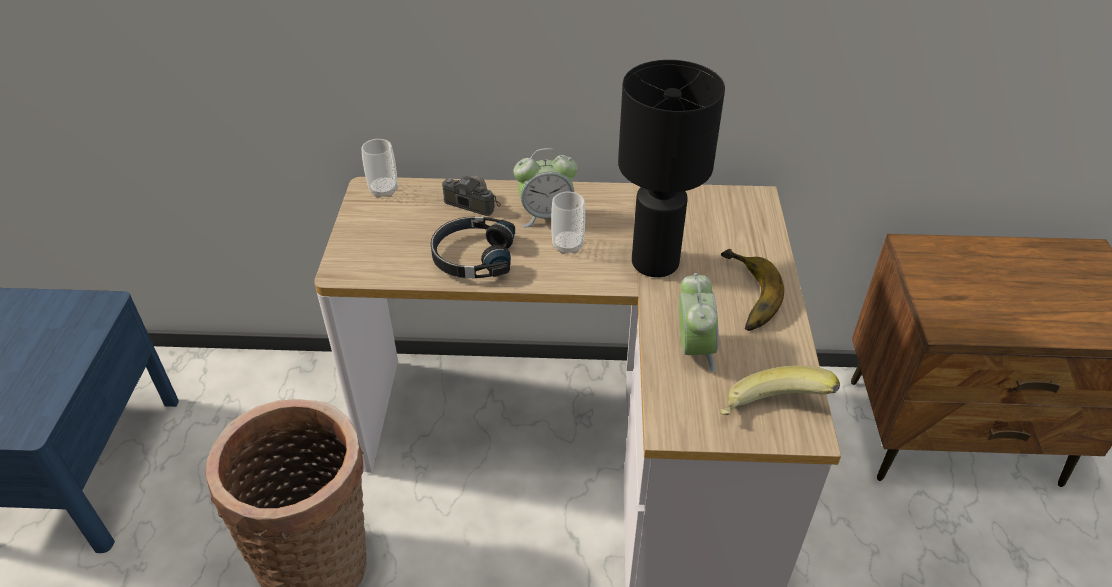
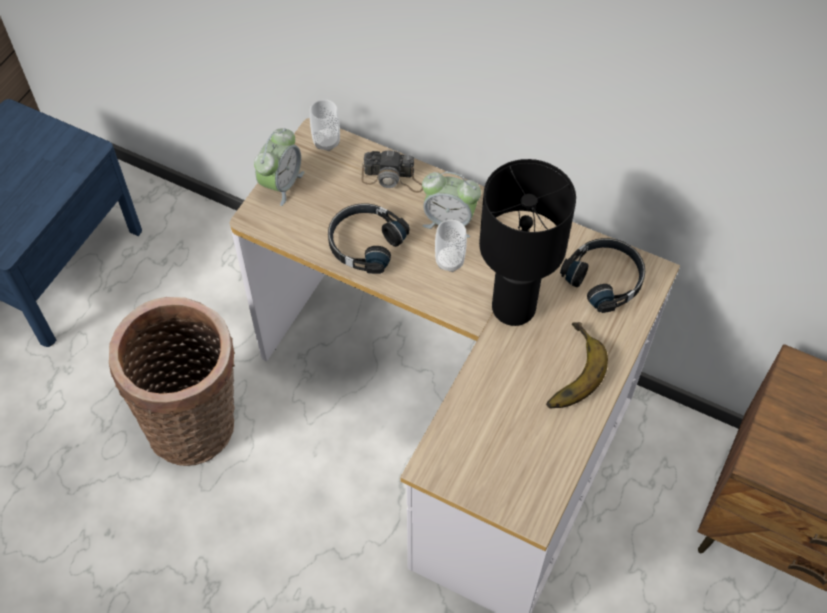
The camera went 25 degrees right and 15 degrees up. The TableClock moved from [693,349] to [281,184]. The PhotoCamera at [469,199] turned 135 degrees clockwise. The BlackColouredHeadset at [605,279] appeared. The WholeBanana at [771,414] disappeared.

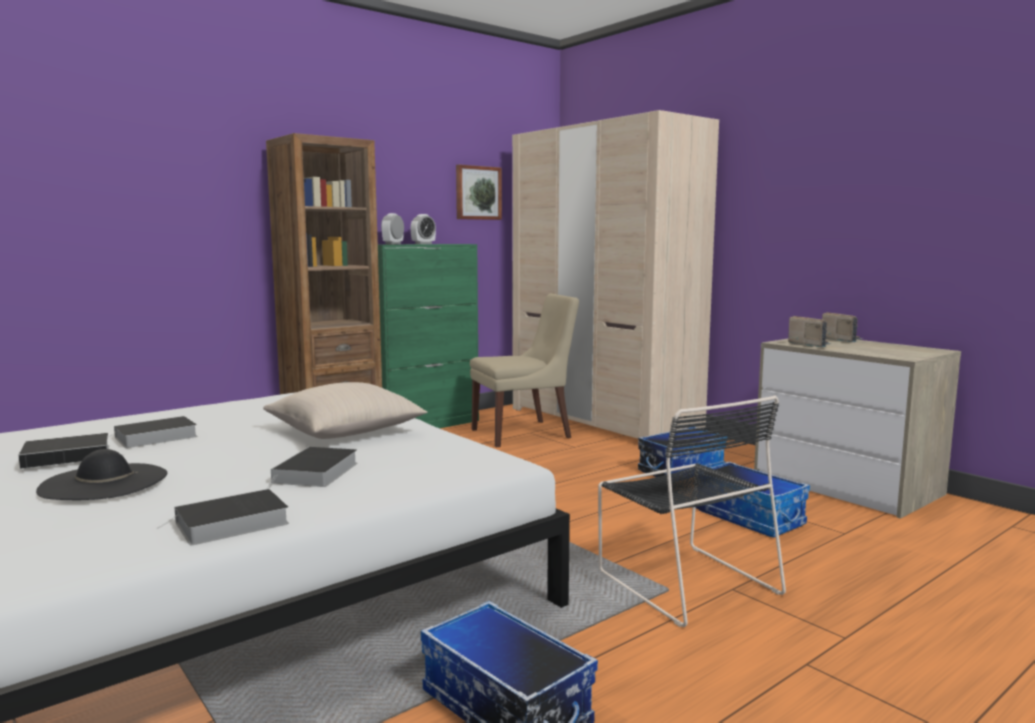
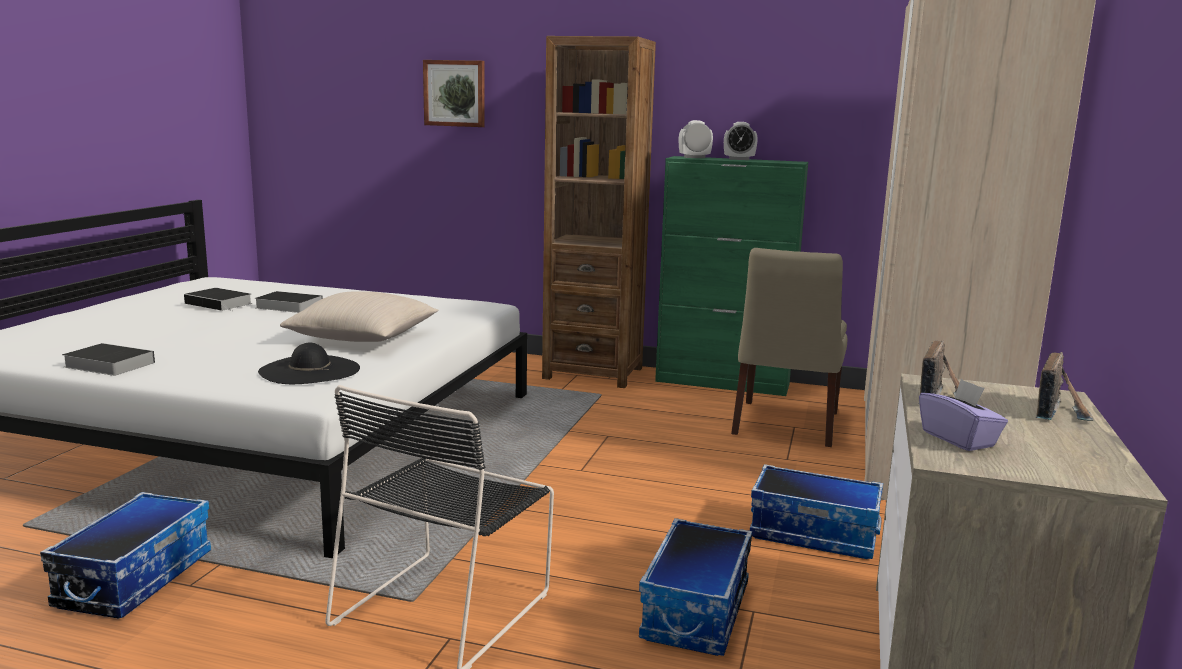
The camera went 55 degrees right and 5 degrees up. The BlackColouredWearableHat moved from [104,482] to [309,370]. The WallPicture moved from [477,193] to [455,93]. The SandColouredChair at [524,433] turned 75 degrees clockwise. The PurpleColouredTissueHolder at [958,439] appeared. The BoundBook at [315,473] disappeared.

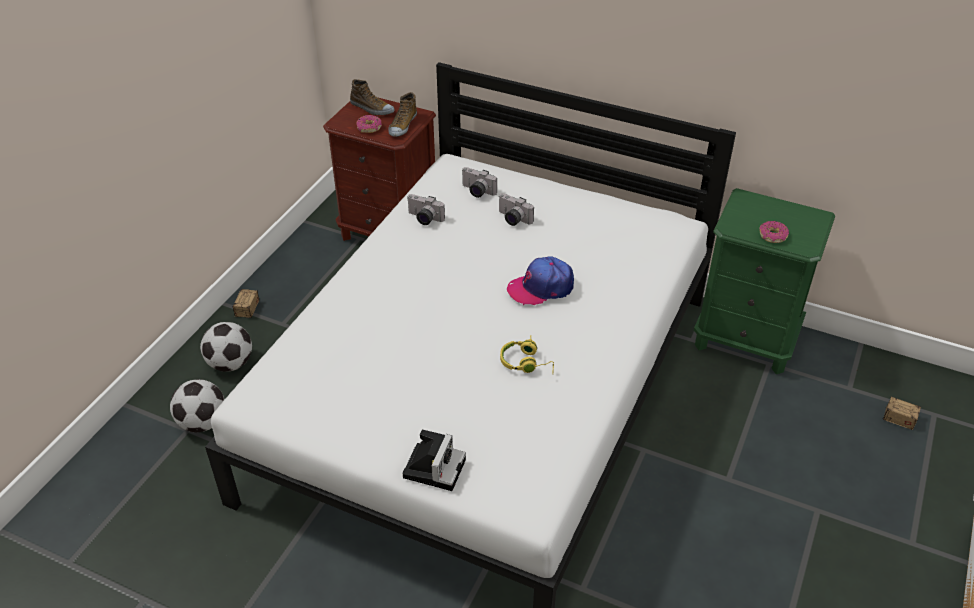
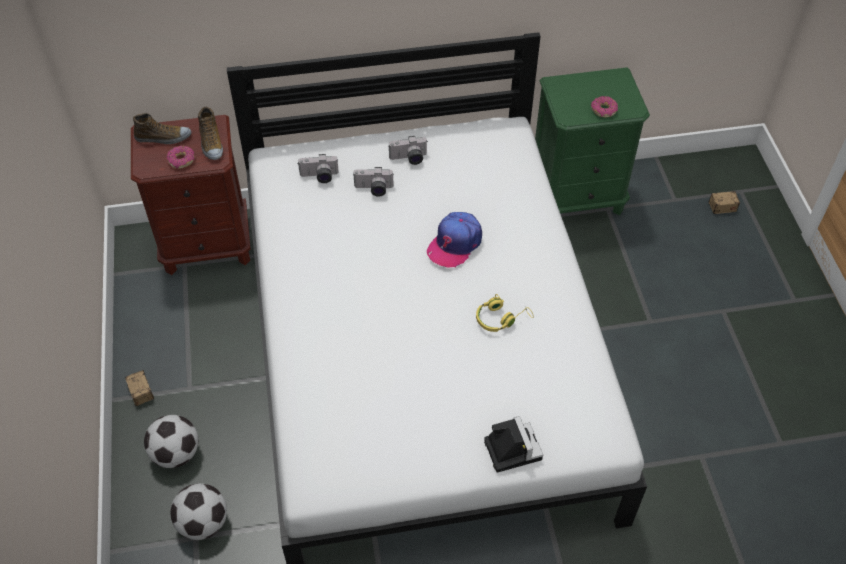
The camera went 35 degrees left and 10 degrees up. The PhotoCamera moved from [423,219] to [409,159].

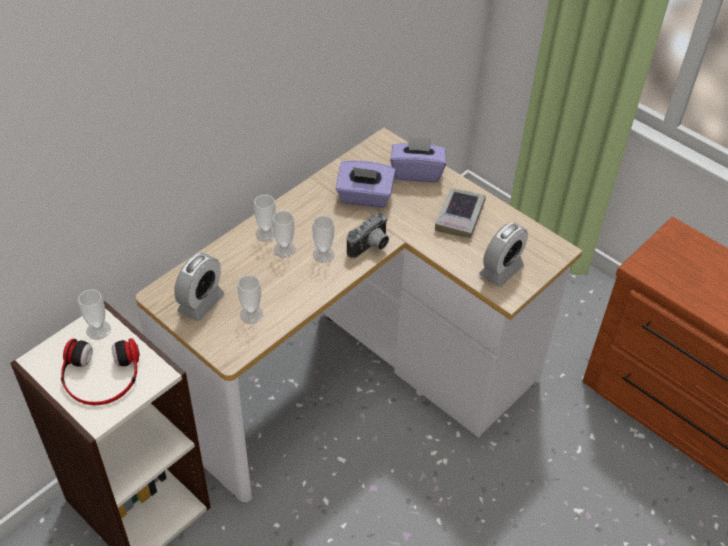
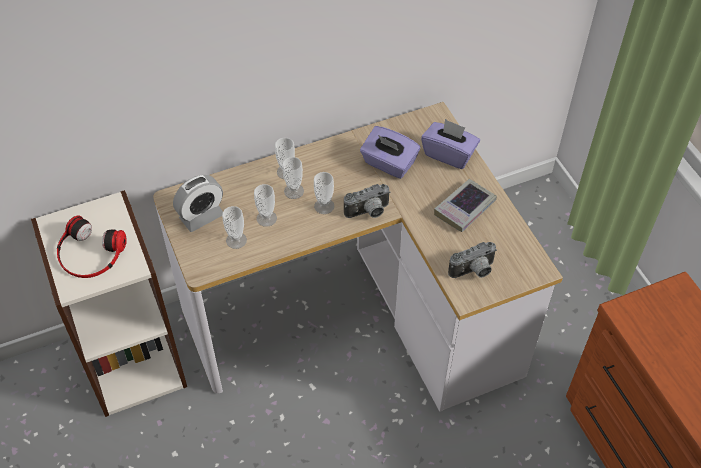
The camera went 25 degrees right and 5 degrees up. The DrinkingCup moved from [98,330] to [266,218]. The TableClock at [501,270] was replaced by the PhotoCamera at [473,272].

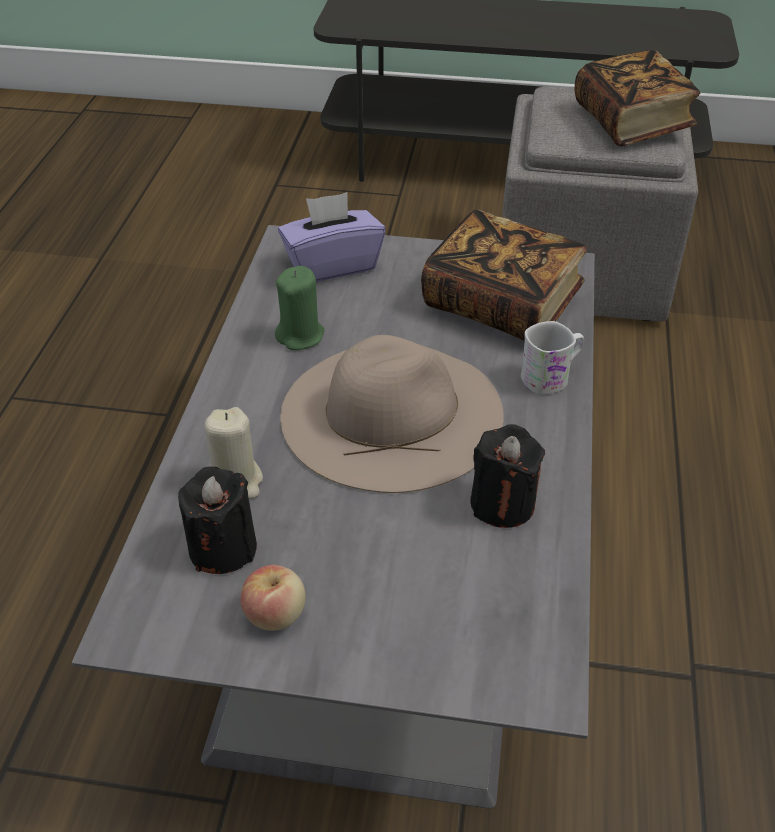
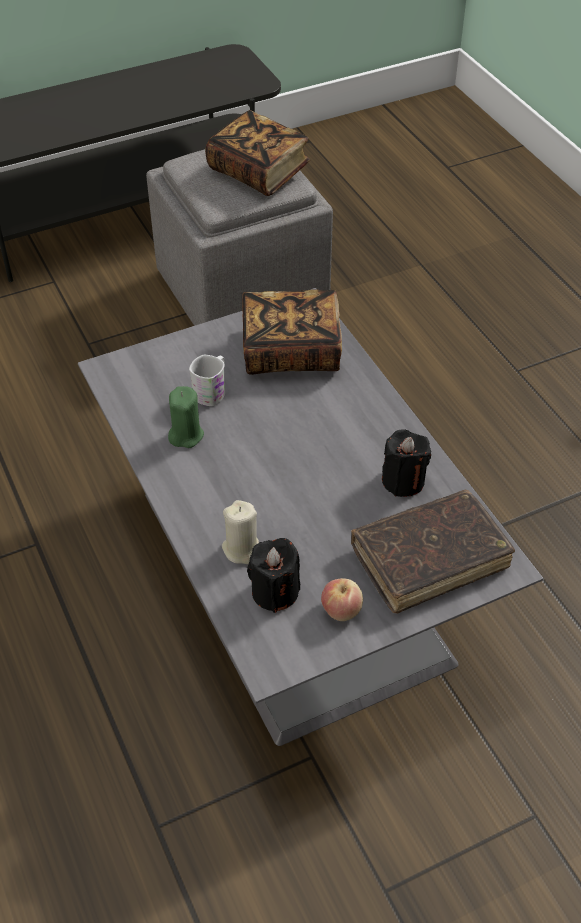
The camera went 35 degrees left and 5 degrees up. The WhiteColouredCoffeeMug moved from [551,377] to [212,391]. The BrownishBoundBook at [429,558] appeared. The PurpleColouredTissueHolder at [332,265] disappeared. The SandColouredWearableHat at [392,413] disappeared.

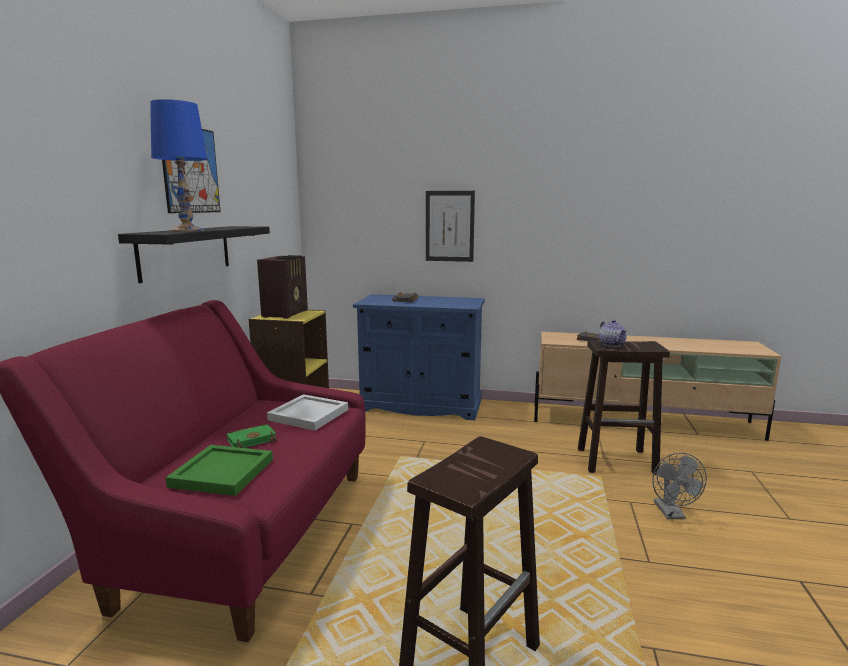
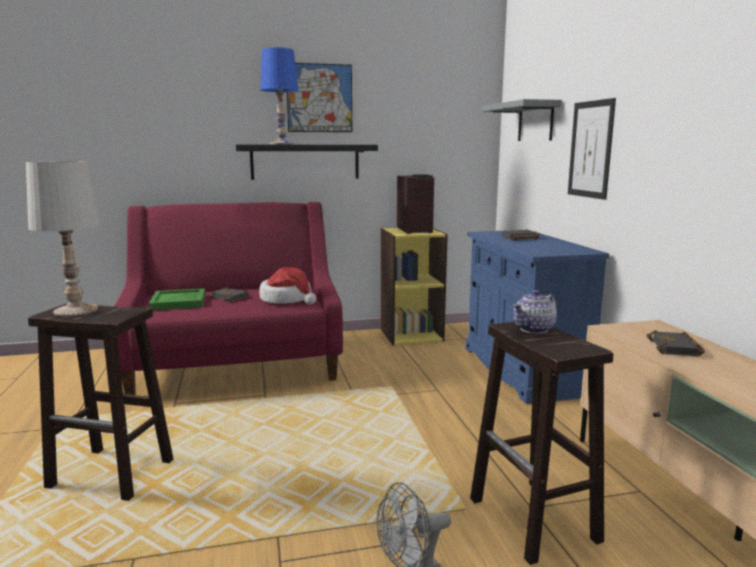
The camera went 65 degrees right and 0 degrees up. The WhiteColouredLampForATable at [75,310] appeared. The GreenColouredBoundBook at [252,439] became the BlackColouredBoundBook at [231,297]. The WhiteColouredServingTray at [308,414] was replaced by the WearableHat at [287,299]. The RadioReceiver at [286,313] turned 90 degrees counterclockwise. The GreyShelf at [535,122] appeared.

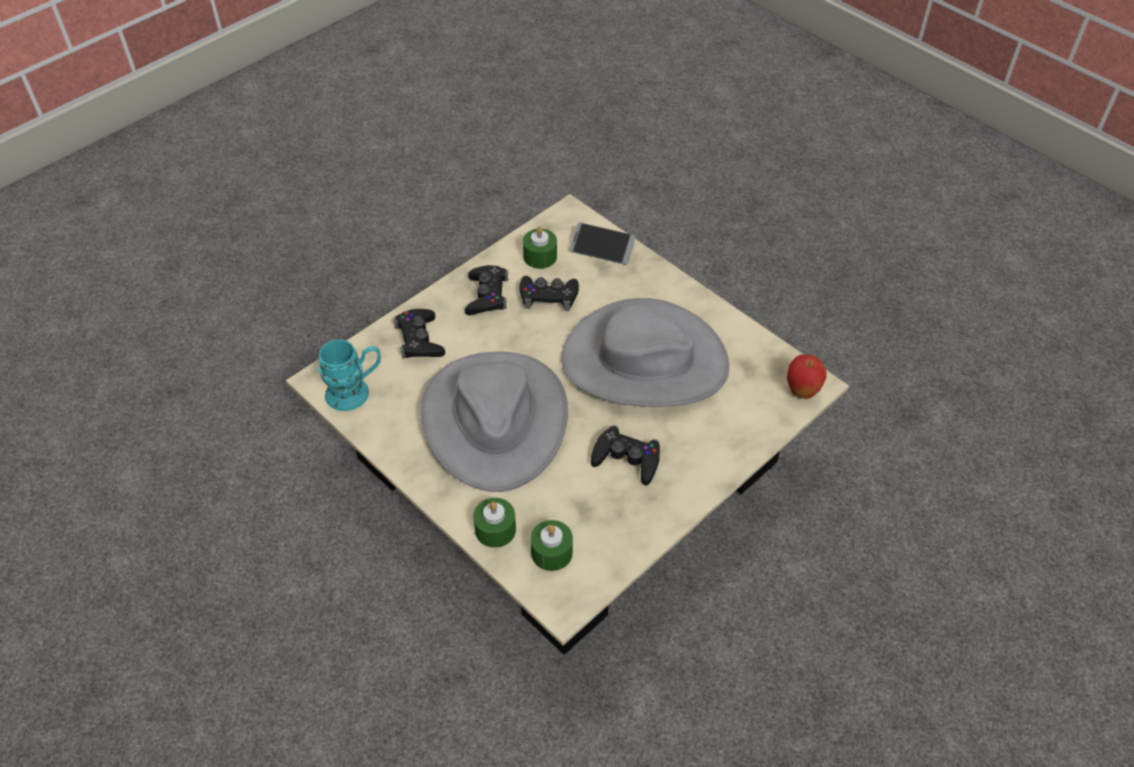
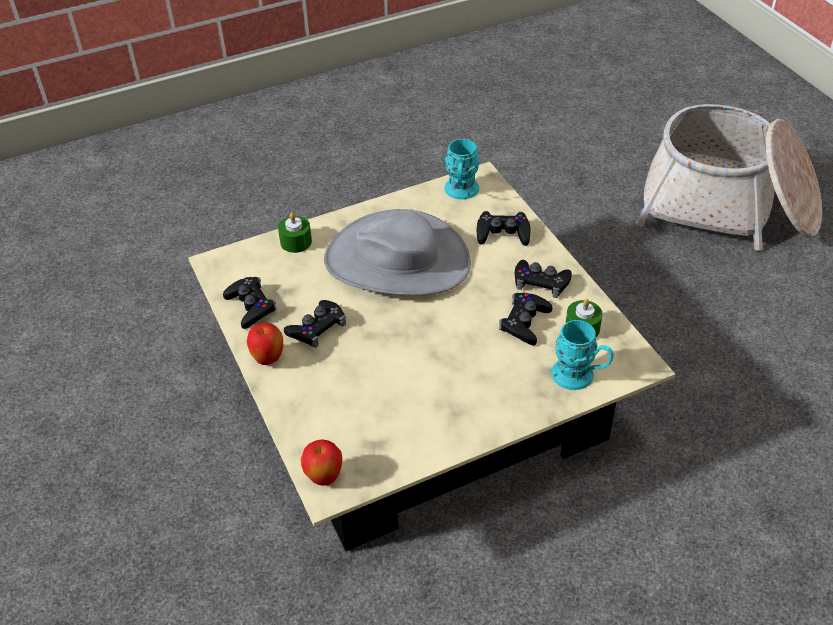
The camera went 110 degrees right and 5 degrees down. The BlackColouredJoypad at [251,306] appeared. The WholeApple at [268,359] appeared. The Telephone at [602,248] was replaced by the TurquoiseCoffeeMug at [580,377]. The HouseholdBasket at [728,206] appeared. The GreenColouredWaxCandle at [551,552] disappeared. The GreyWearableHat at [644,362] disappeared.

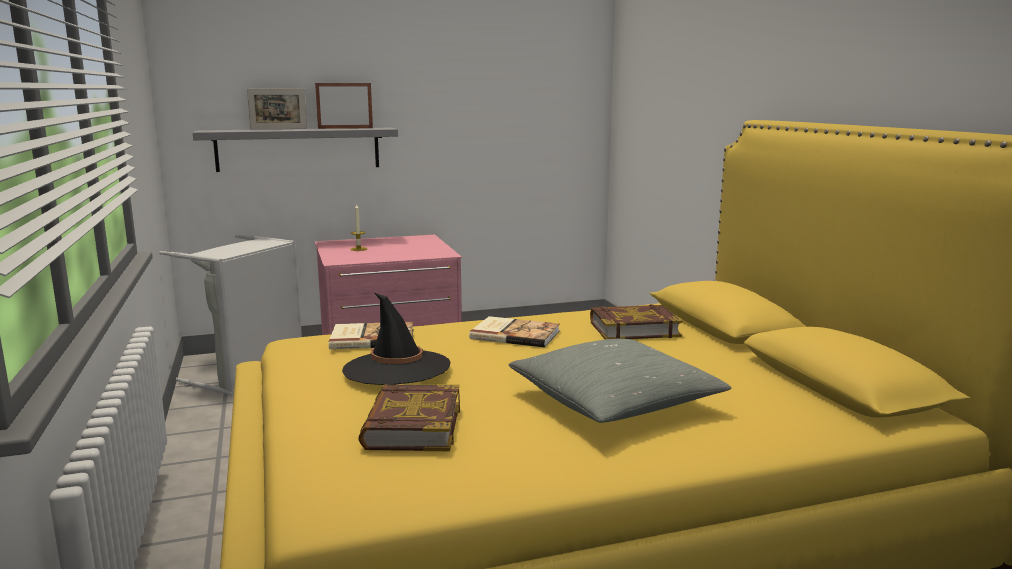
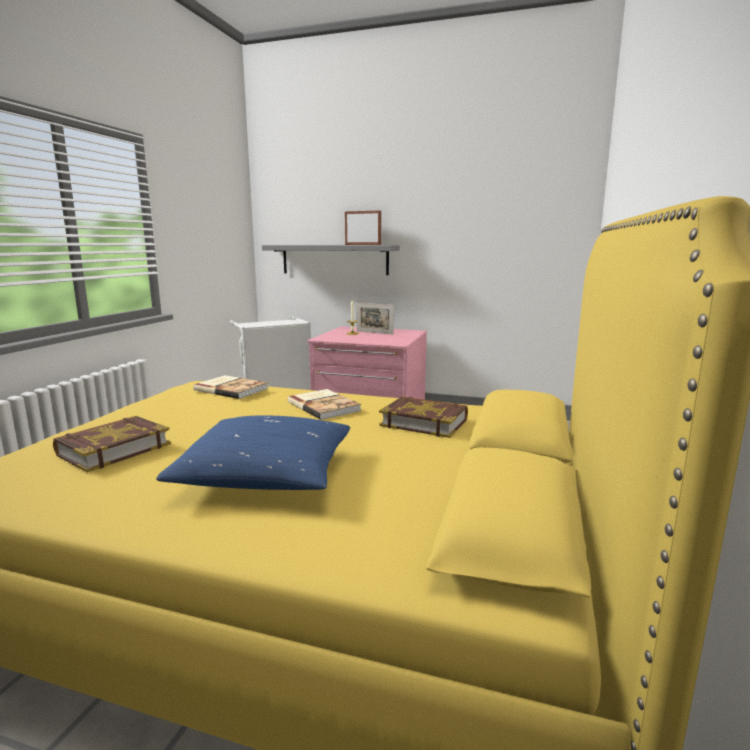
The camera went 35 degrees right and 0 degrees up. The GreyCushion at [615,402] became the BlueColouredCushion at [266,474]. The StandingFrame moved from [278,129] to [374,332]. The BlackColouredWearableHat at [396,368] disappeared.

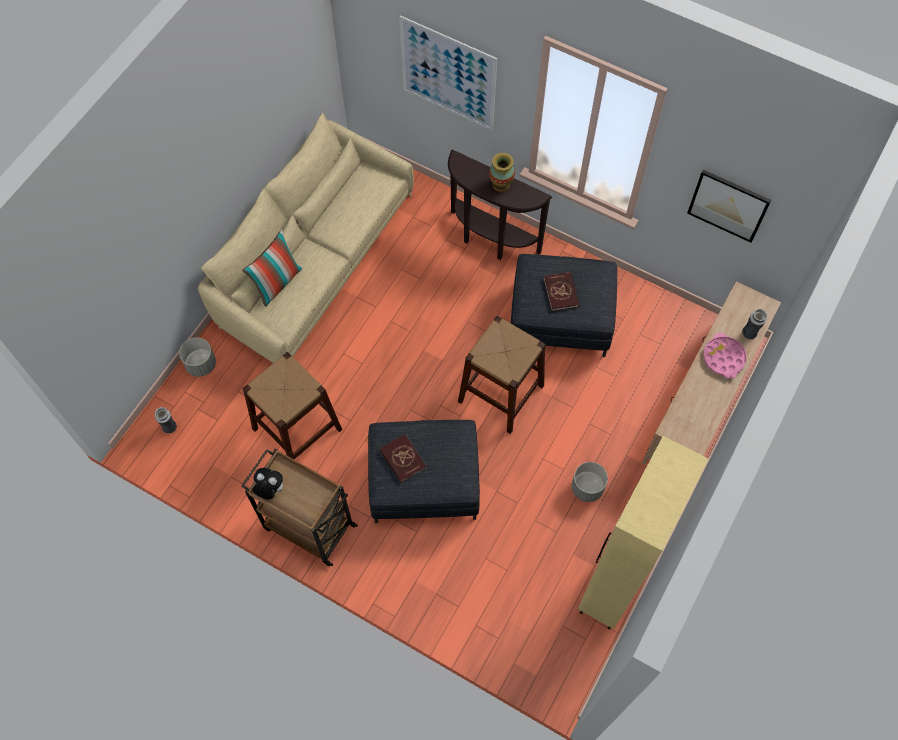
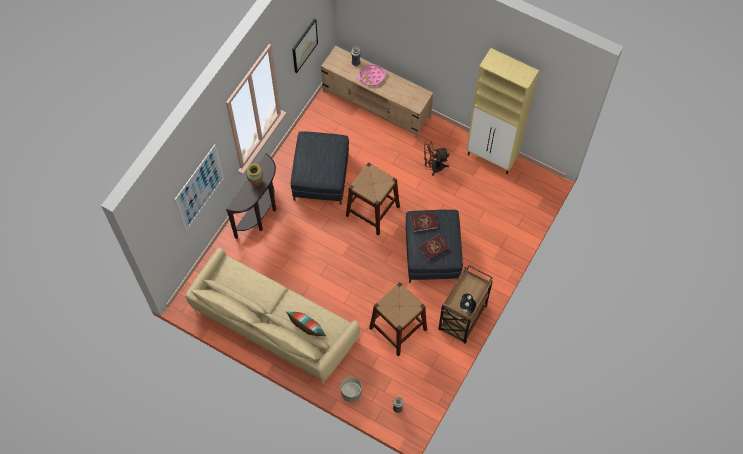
The camera went 90 degrees left and 0 degrees up. The RedBoundBook moved from [561,292] to [424,222]. The GreyPlantPot at [587,488] was replaced by the BrownishCoolingFan at [433,167].

